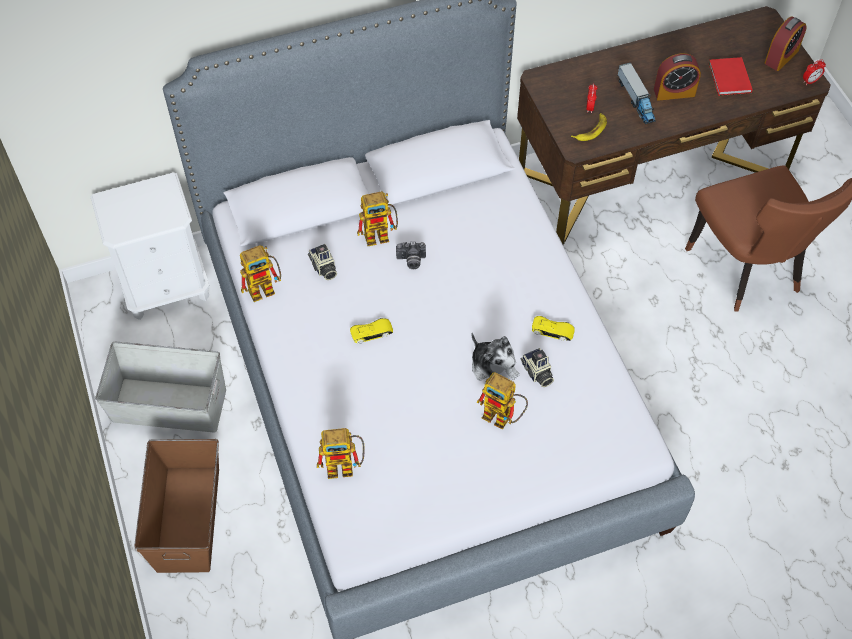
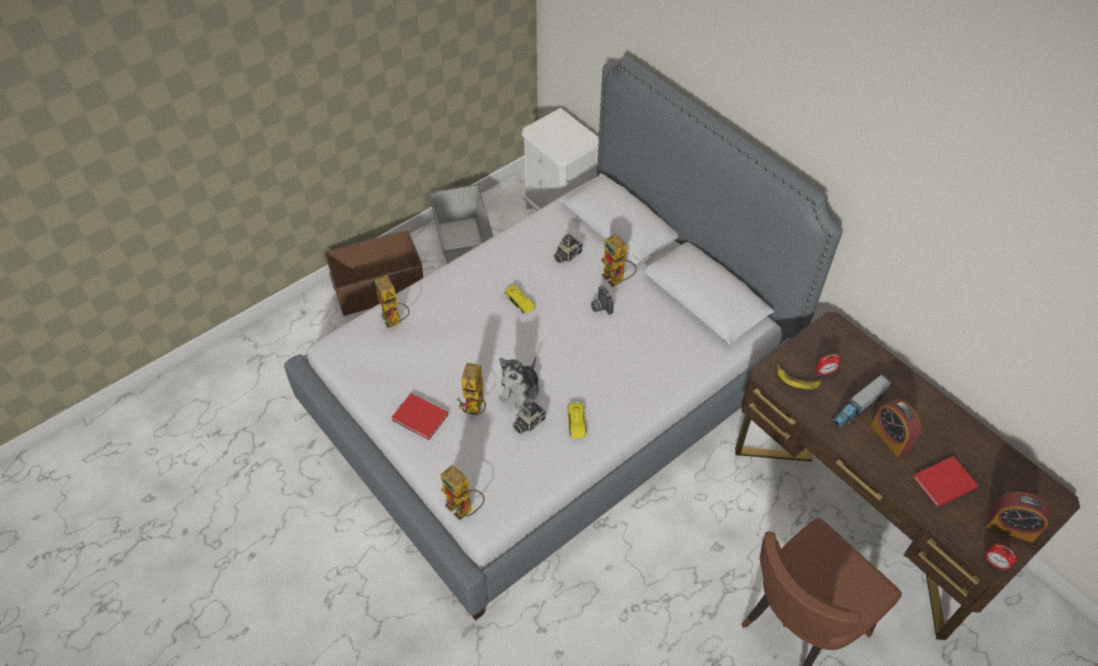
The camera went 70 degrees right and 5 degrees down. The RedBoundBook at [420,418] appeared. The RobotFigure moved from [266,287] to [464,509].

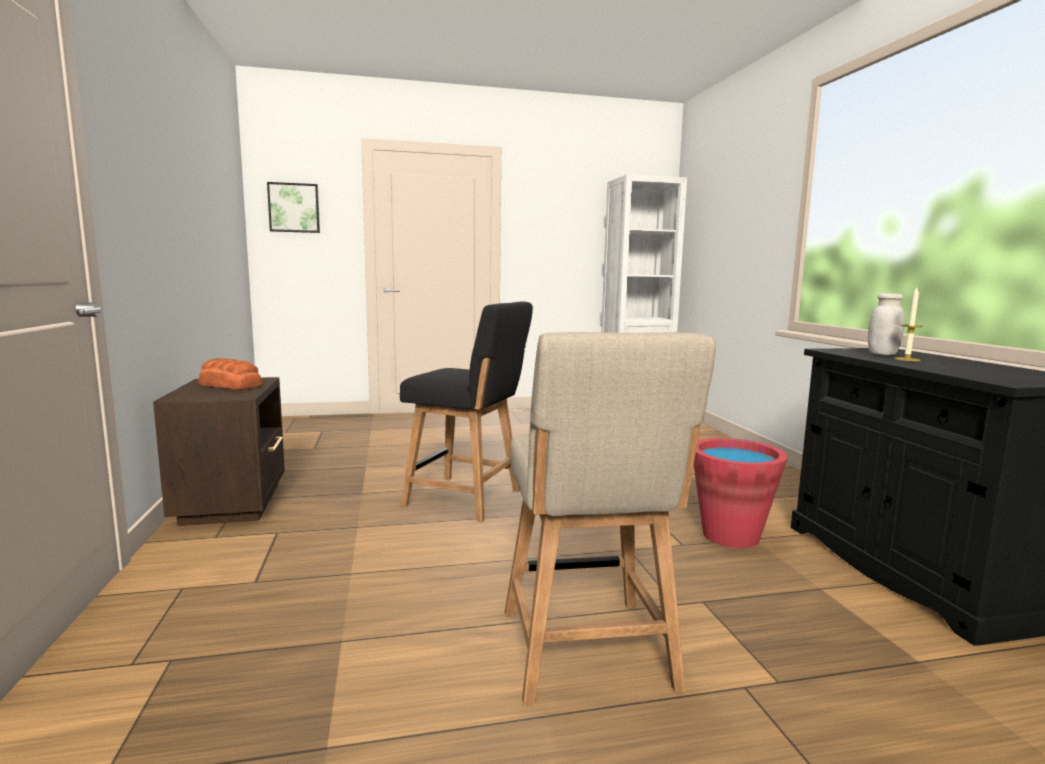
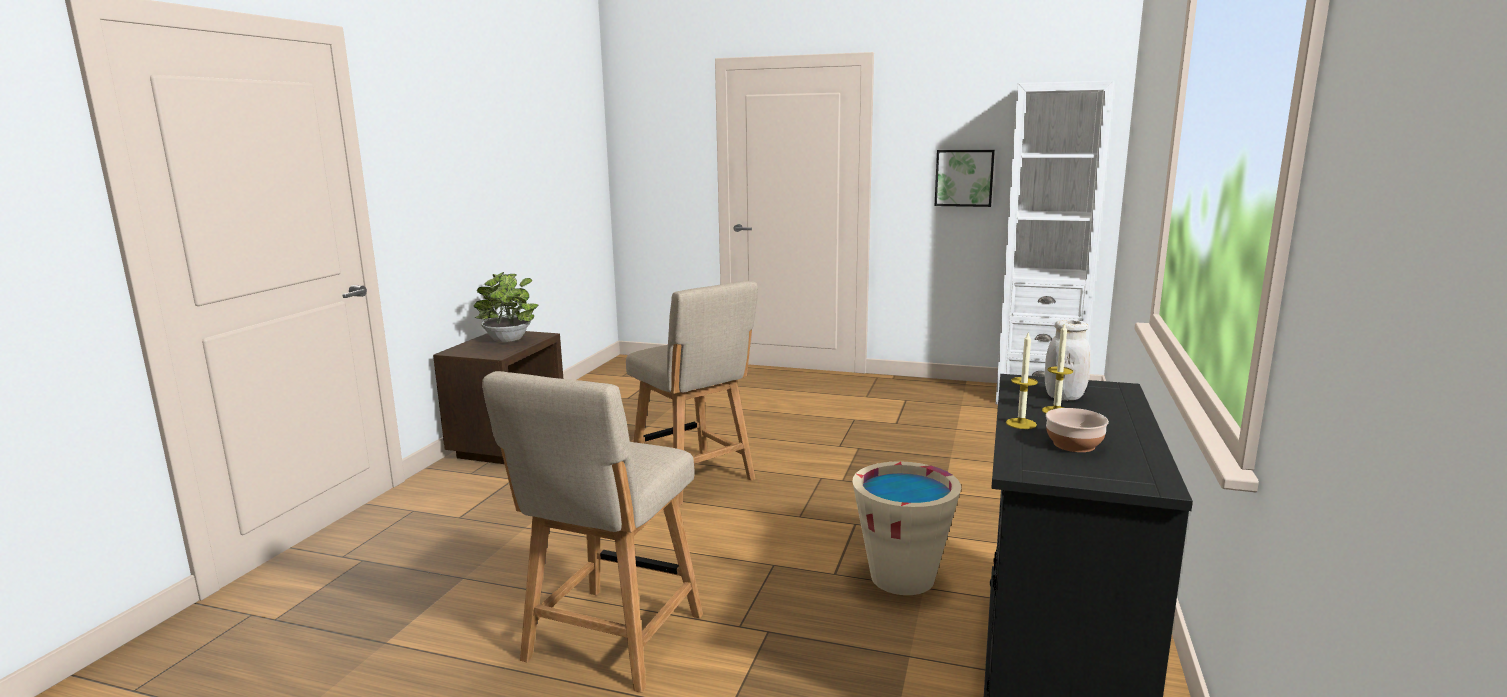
The camera went 30 degrees right and 5 degrees up. The BakedBread at [230,385] was replaced by the PottedPlant at [507,341]. The BlackColouredChair at [468,499] became the SandColouredChair at [695,479]. The RedWaterBucket at [730,535] became the SandColouredWaterBucket at [902,578]. The WallPicture moved from [294,208] to [964,178]. The WaxCandle at [1021,423] appeared. The DeepDish at [1074,445] appeared.

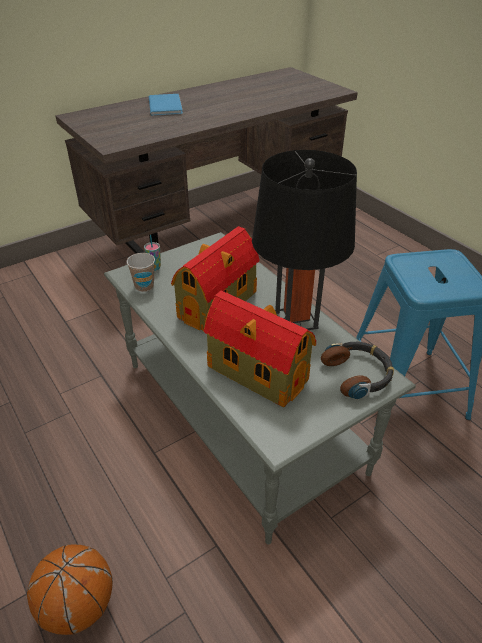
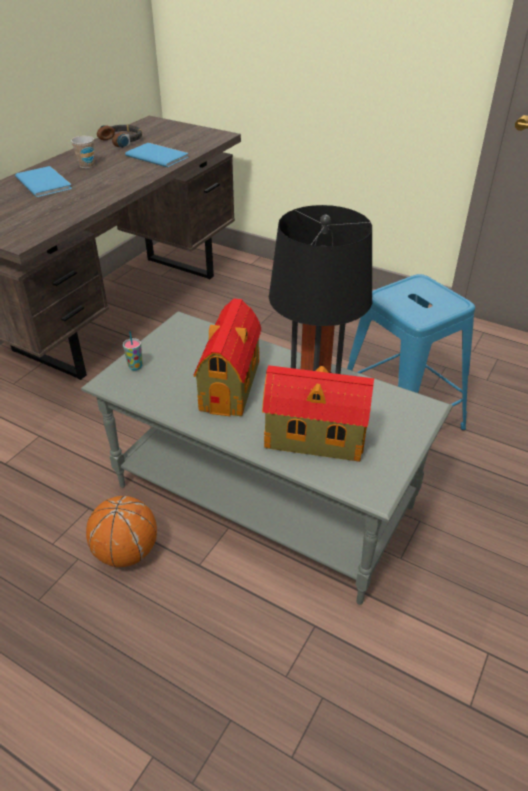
The camera went 25 degrees left and 0 degrees up. The DrinkingCup moved from [144,286] to [87,165]. The Basketball moved from [78,605] to [126,552]. The Headset moved from [358,374] to [122,140]. The BlueColouredBoundBook at [157,156] appeared.

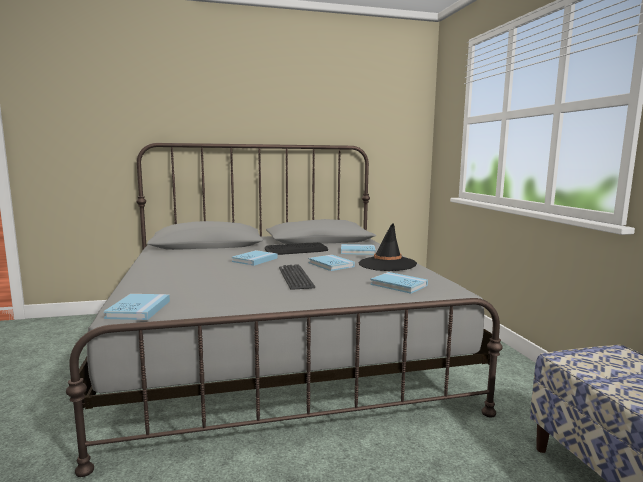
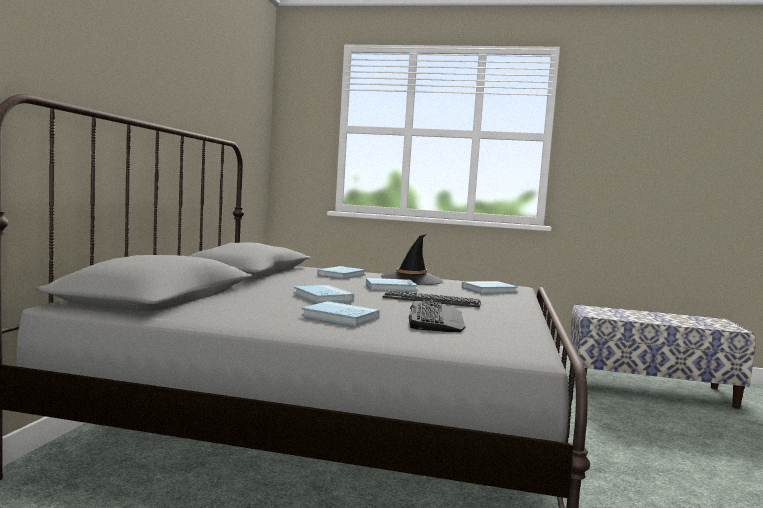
The camera went 65 degrees left and 5 degrees down. The BlueColouredBoundBook moved from [138,309] to [340,317]. The ComputerKeyboard moved from [296,250] to [435,318].

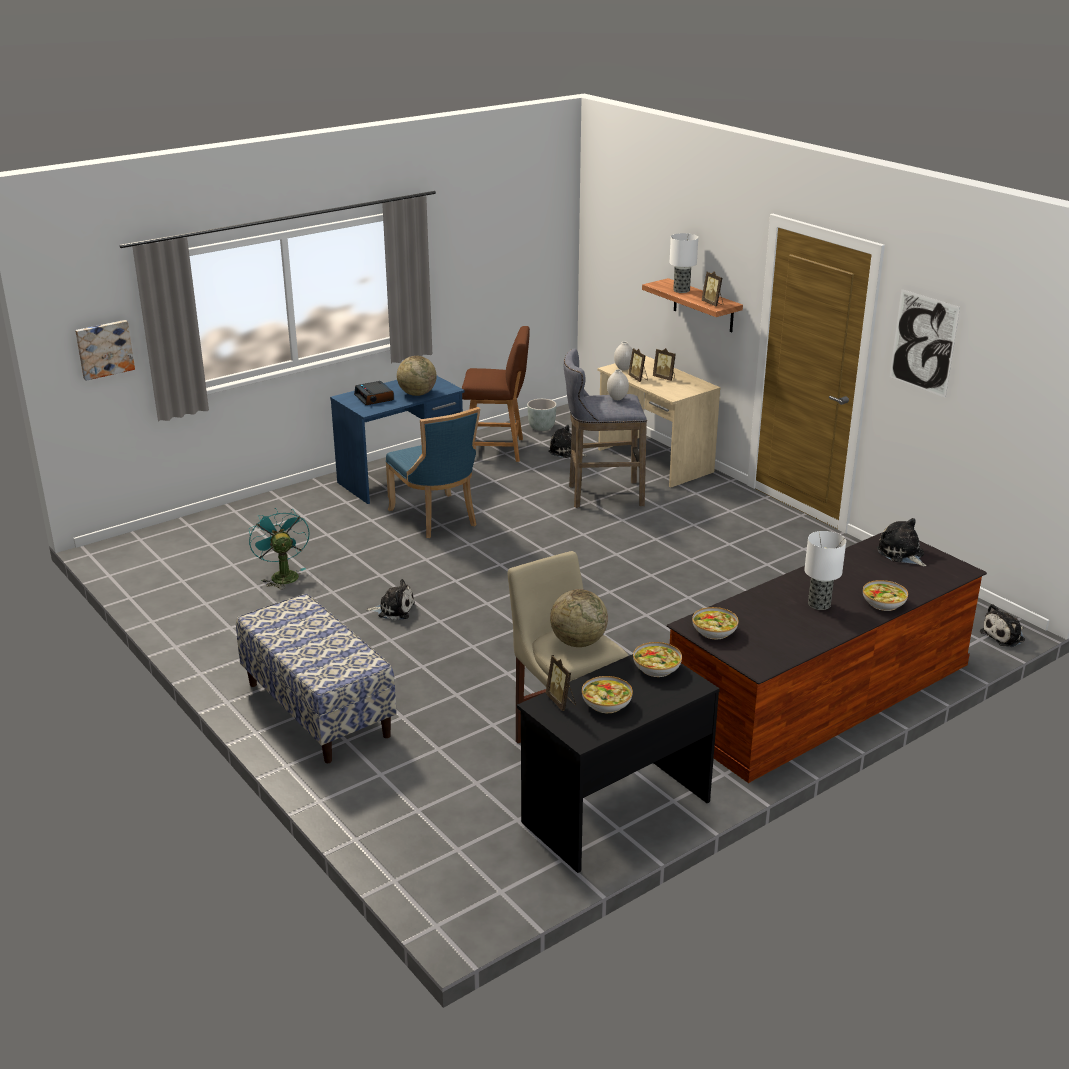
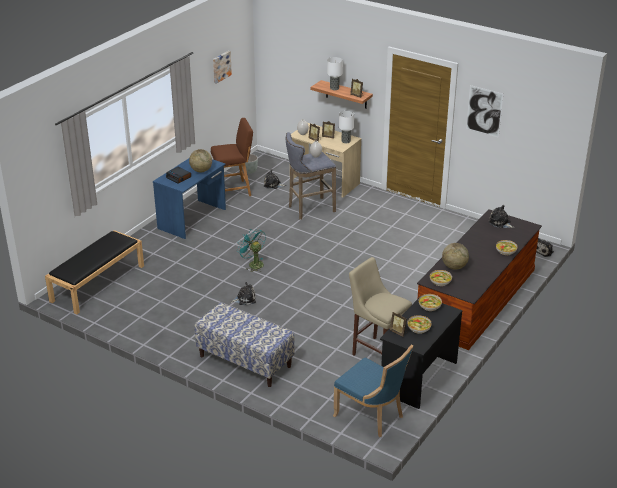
The camera went 20 degrees left and 5 degrees up. The BlackColouredIndoorBench at [98,283] appeared. The WallPicture moved from [104,349] to [221,66]. The TurquoiseCoolingFan moved from [282,575] to [253,264]. The BlueColouredChair moved from [436,518] to [372,416]. The LampForATable moved from [819,604] to [346,141]. The Globe moved from [578,642] to [454,267].

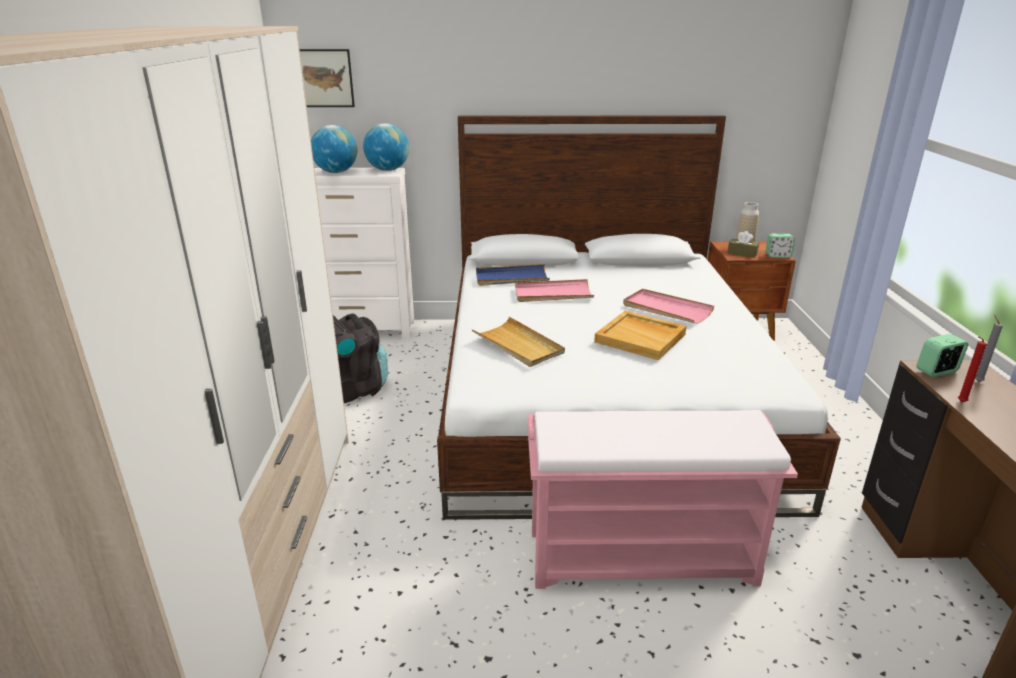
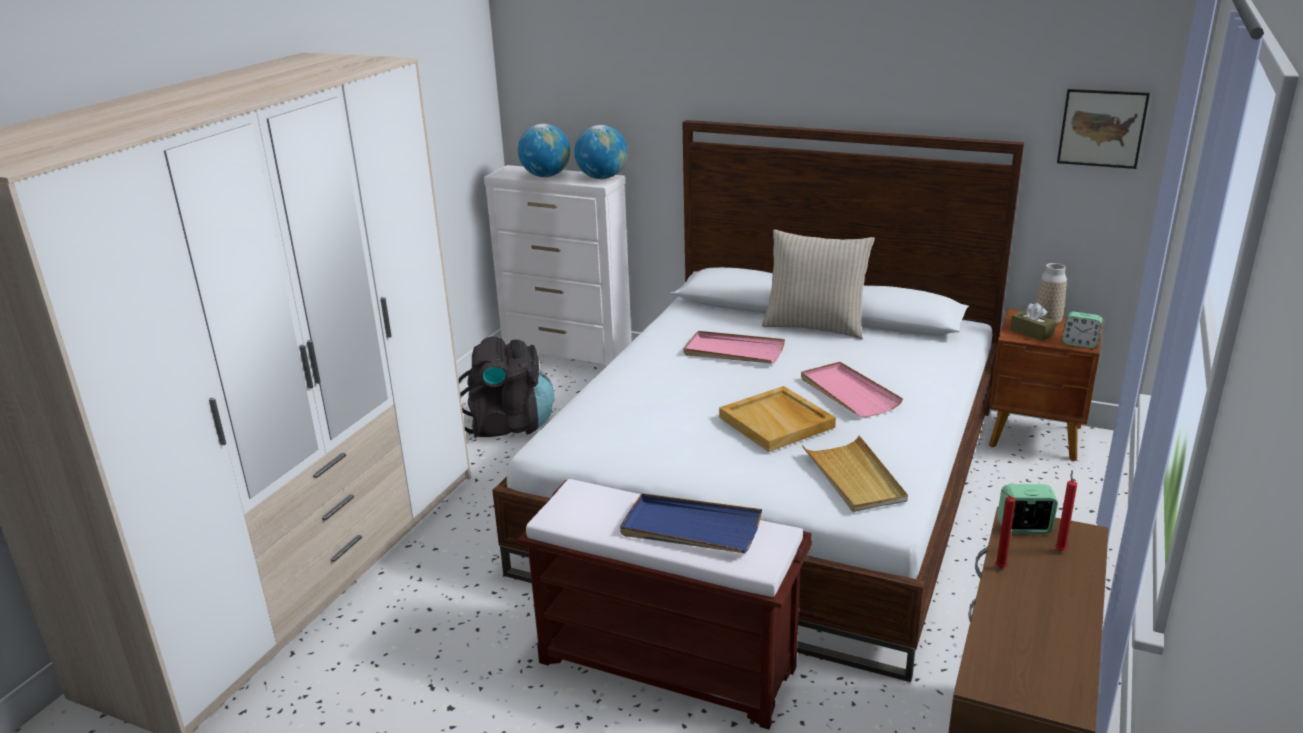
The camera went 25 degrees right and 0 degrees up. The PinkColouredIndoorBench at [642,556] became the BrownishIndoorBench at [669,664]. The BlueColouredServingTray moved from [511,278] to [690,528]. The SandColouredCushion at [815,326] appeared. The SandColouredServingTray moved from [518,345] to [854,478]. The GreyWaxCandle at [977,381] became the RedWaxCandle at [1060,550]. The WallPicture moved from [324,78] to [1102,128].

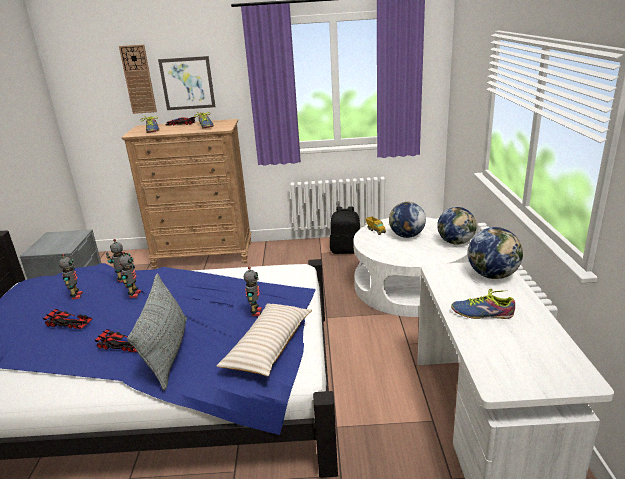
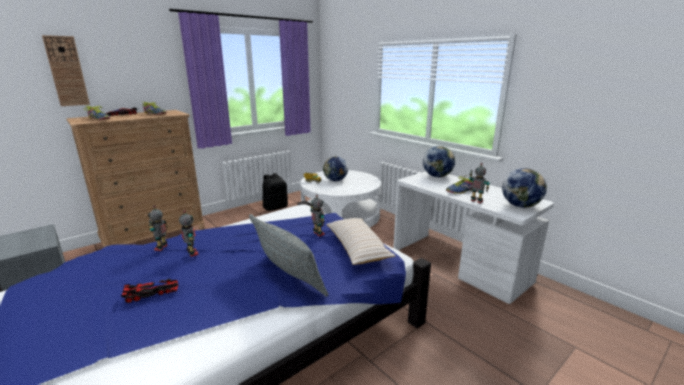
The camera went 40 degrees left and 5 degrees down. The RobotFigure moved from [76,296] to [476,201]. The Globe moved from [455,242] to [520,206]. The ModelCar at [122,344] disappeared. The WallPicture at [187,83] disappeared.

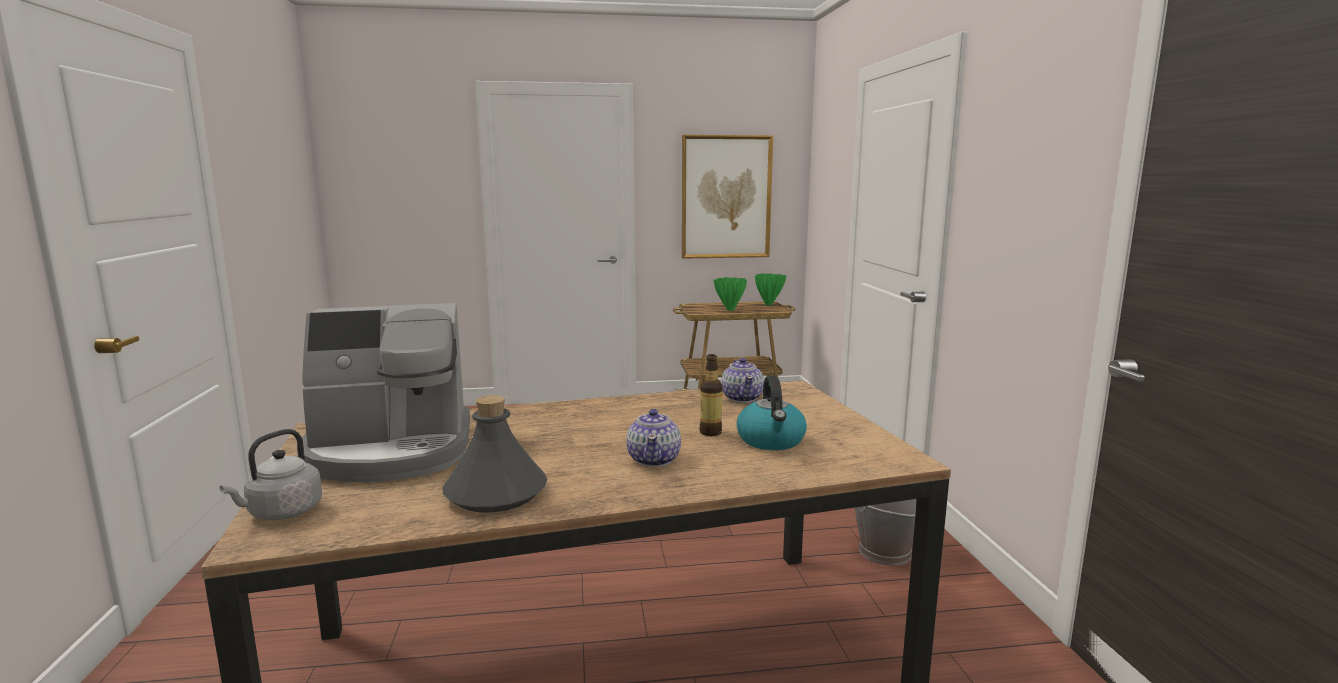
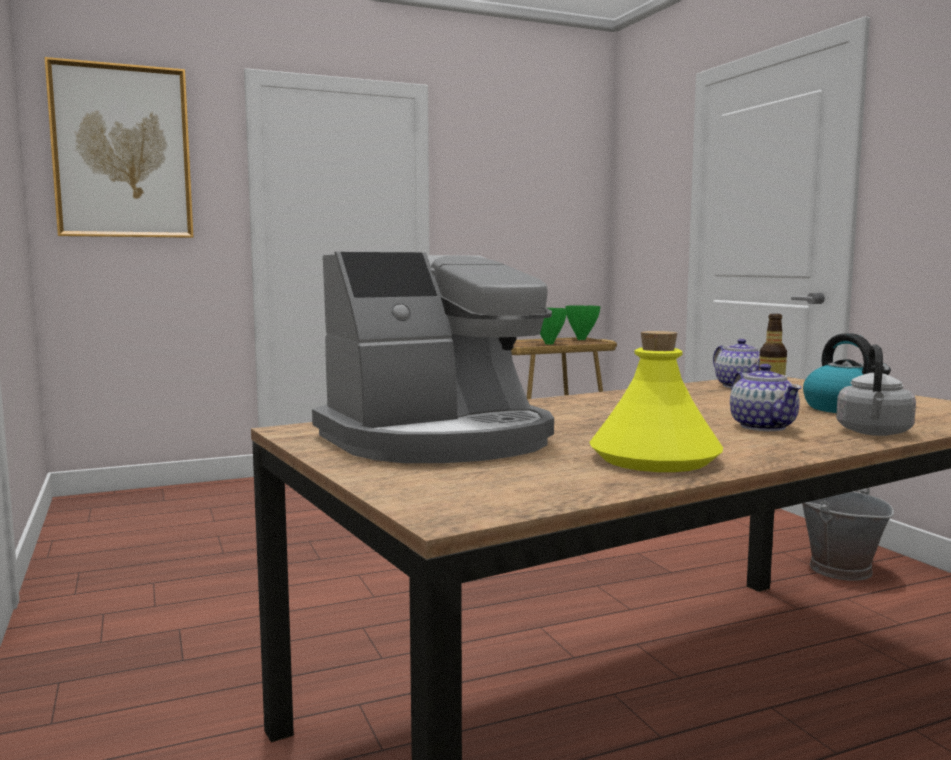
The camera went 15 degrees left and 5 degrees down. The WallPicture moved from [726,197] to [122,152]. The GreyDrinkBottle at [496,493] became the YellowColouredDrinkBottle at [654,459]. The GreyTeaKettle moved from [282,513] to [874,433].

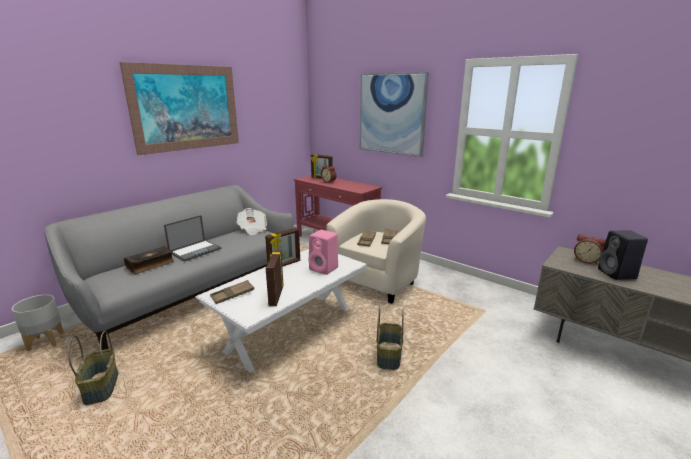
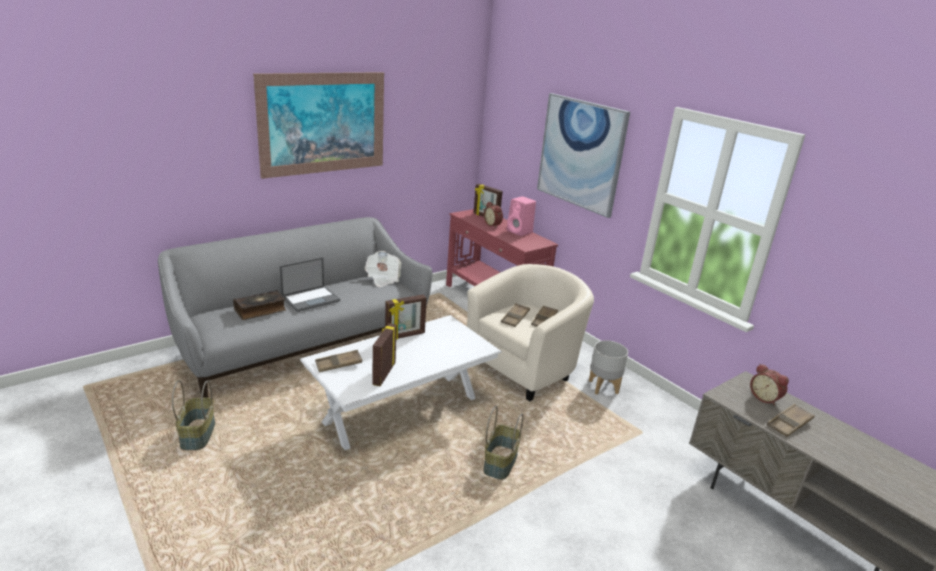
The camera went 10 degrees right and 5 degrees up. The PinkColouredSpeaker moved from [324,269] to [520,232]. The GreyPlantPot moved from [46,342] to [603,387]. The BlackColouredSpeaker at [617,274] was replaced by the BrownishServingTray at [789,423].

